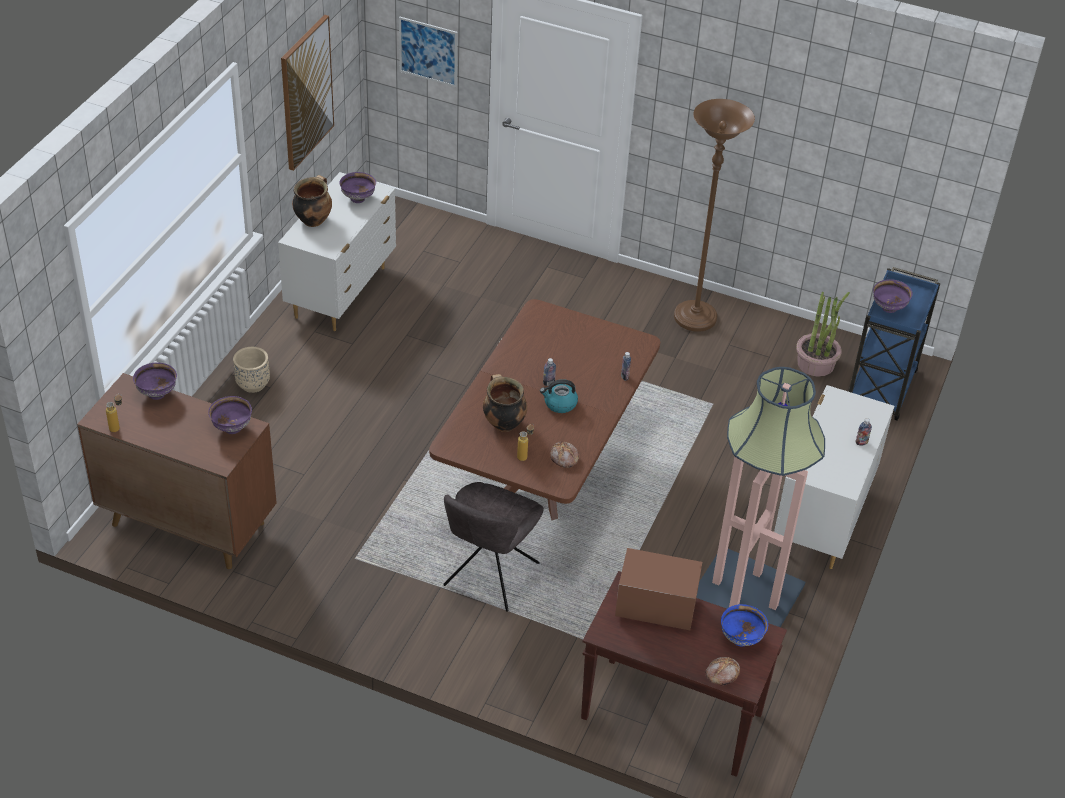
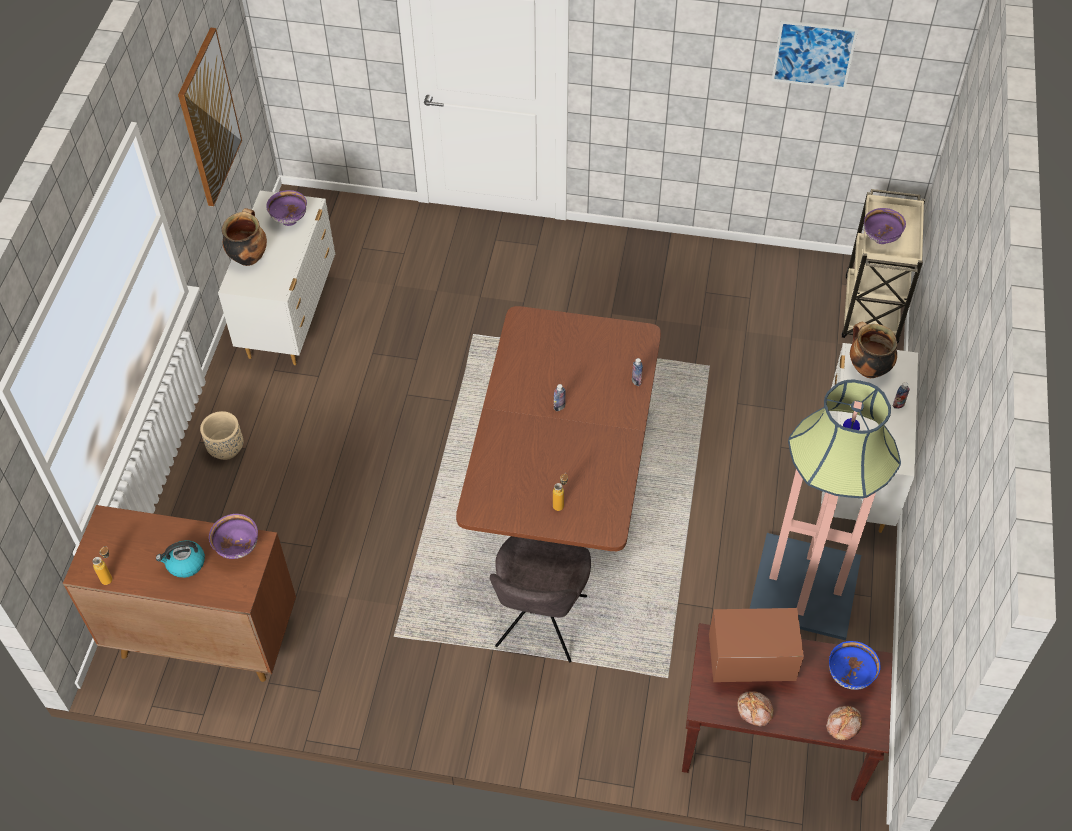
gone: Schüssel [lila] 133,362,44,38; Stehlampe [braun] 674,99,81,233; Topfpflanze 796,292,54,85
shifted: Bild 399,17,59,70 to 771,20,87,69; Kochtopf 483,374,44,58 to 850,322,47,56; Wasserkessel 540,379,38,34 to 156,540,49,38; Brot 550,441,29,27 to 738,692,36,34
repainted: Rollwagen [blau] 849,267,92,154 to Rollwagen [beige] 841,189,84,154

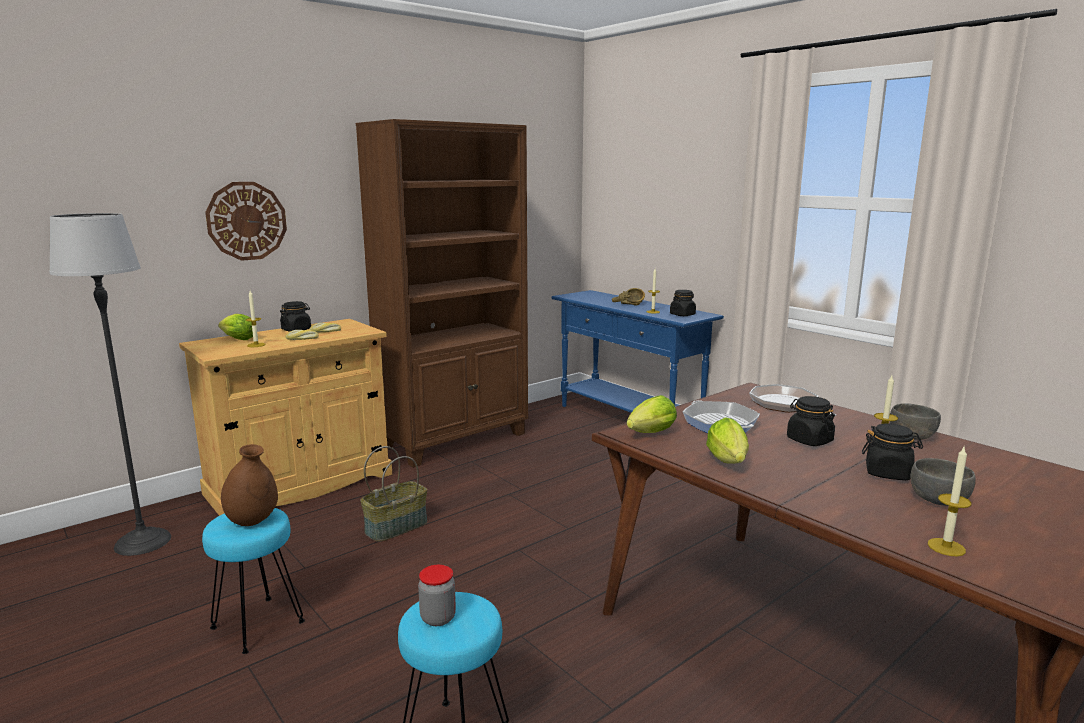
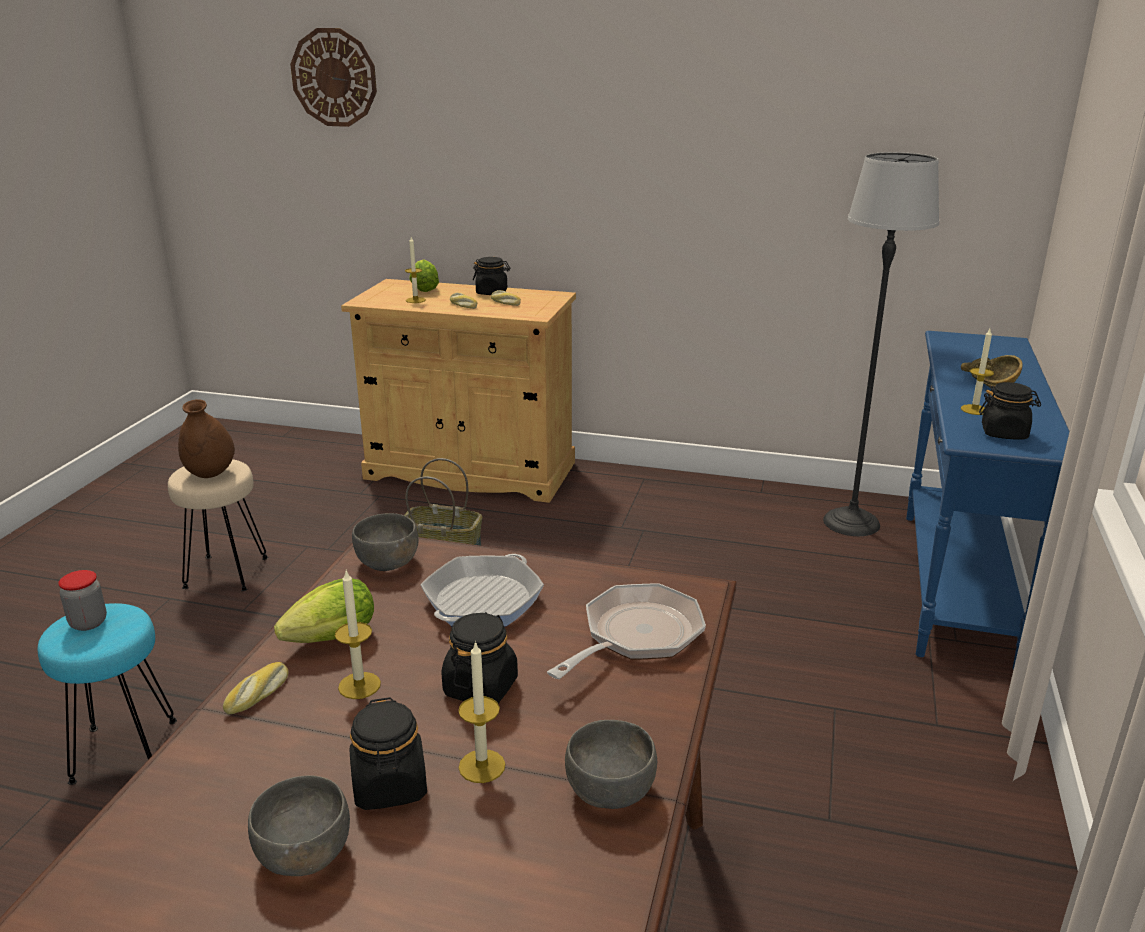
gone: Bücherregal [braun] 356,119,172,349
new: Brot 223,662,66,53
shifted: Stehlampe 49,213,122,343 to 823,152,116,384; Wanduhr 205,182,82,79 to 290,28,87,99; Kerze 928,445,43,111 to 335,571,46,128
swapped: Salatkopf 627,395,50,38 to Schüssel [grau] 352,513,67,58
repainted: Hocker [türkis] 202,508,103,146 to Hocker [beige] 168,459,100,132

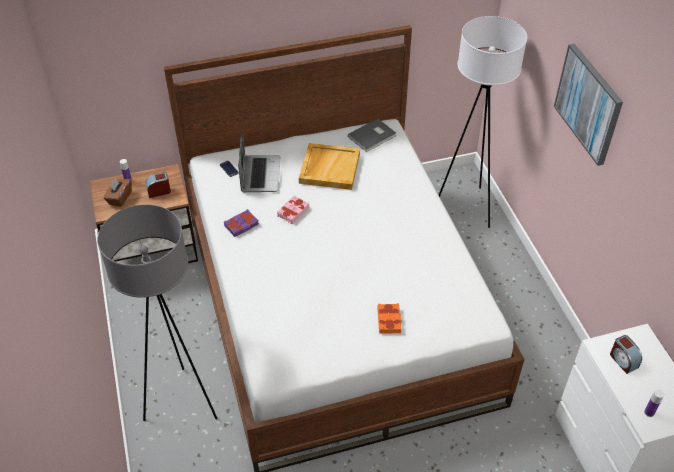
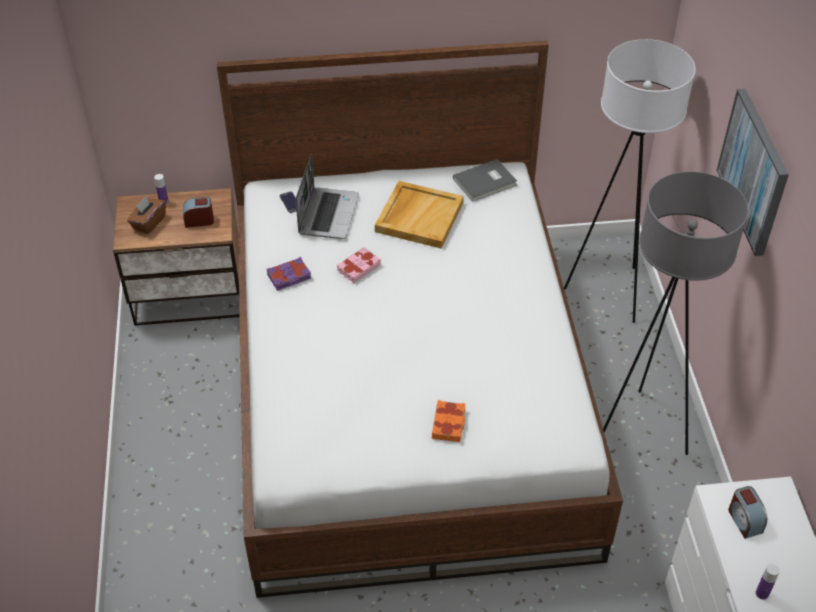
shifted: Stehlampe [grau] 97,204,120,217 to 603,171,145,284

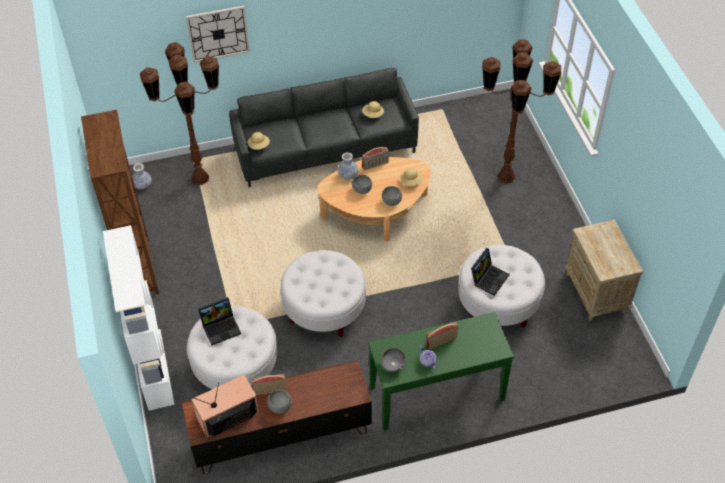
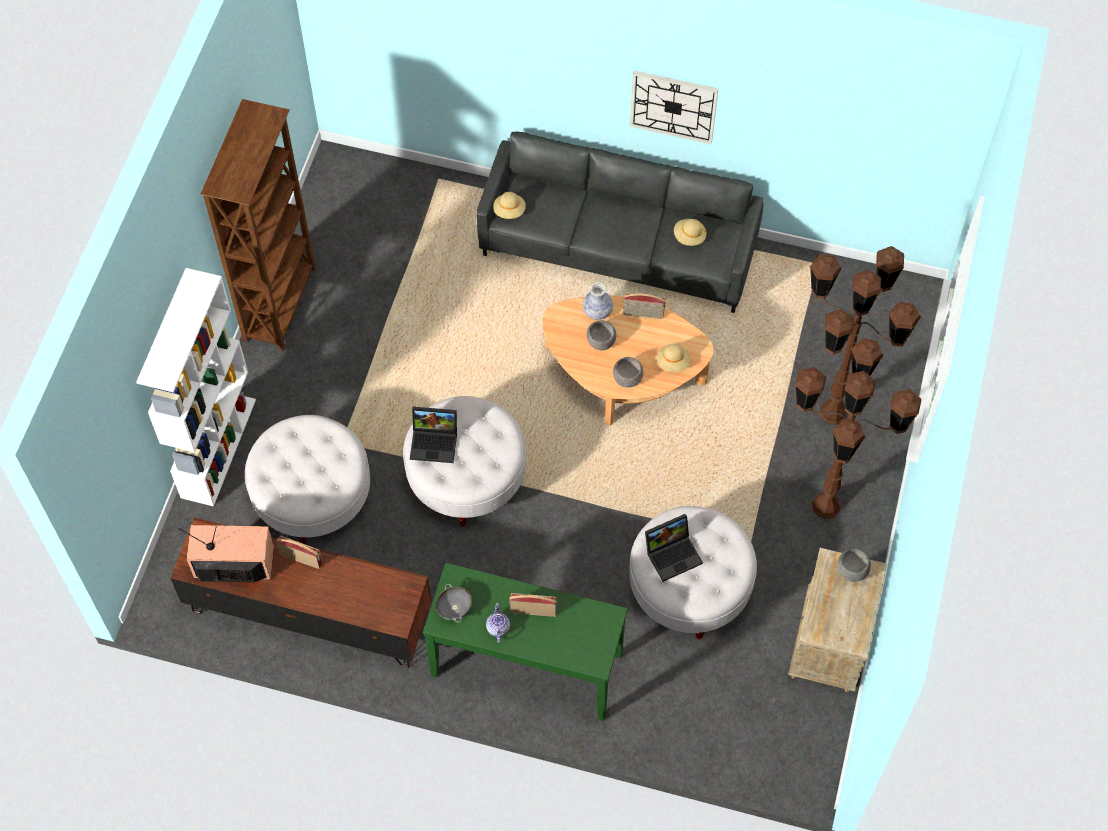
gone: Vase 132,163,20,26
shifted: Stehlampe [braun] 140,42,79,143 to 795,338,126,181; Wanduhr 186,6,64,57 to 630,71,88,73; Laptop 198,297,43,49 to 410,407,47,56; Schüssel [grau] 267,389,25,25 to 837,548,34,34

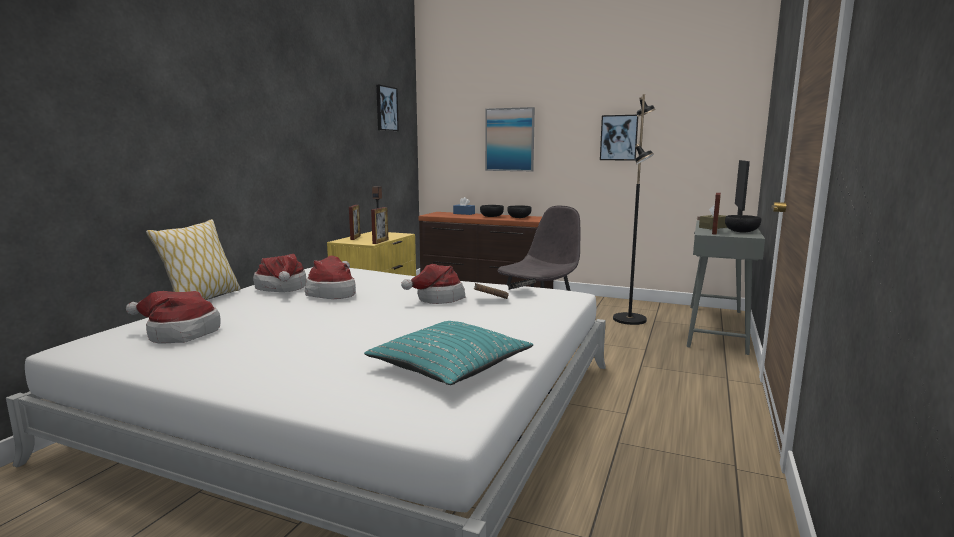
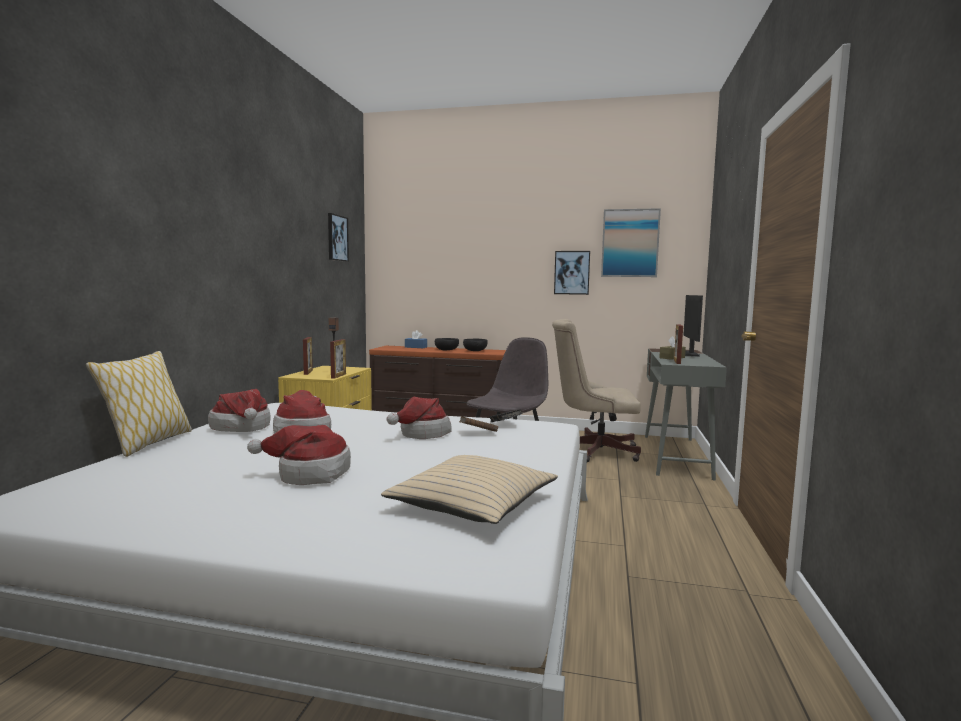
gone: Schüssel [schwarz] 725,215,36,18
shifted: Hut 126,291,95,53 to 247,425,104,60; Bild 485,107,50,64 to 601,208,60,69
swapped: Stehlampe [schwarz] 613,94,42,231 to Bürostuhl [beige] 552,319,89,143
repainted: Kissen [türkis] 364,321,169,64 to Kissen [beige] 381,455,177,69

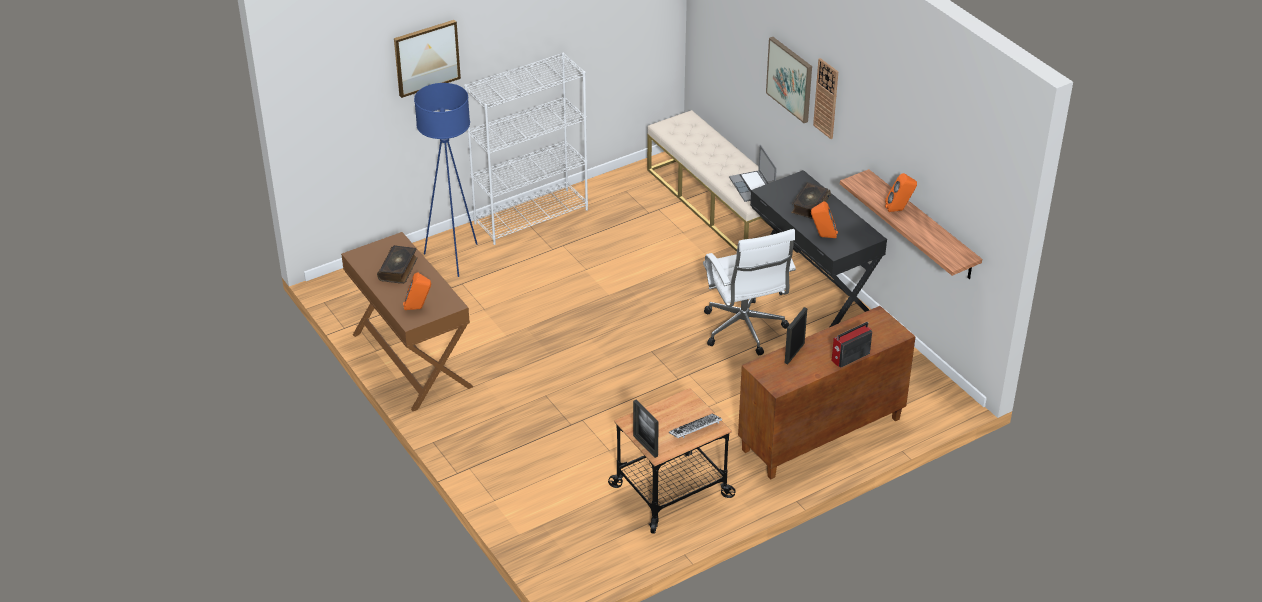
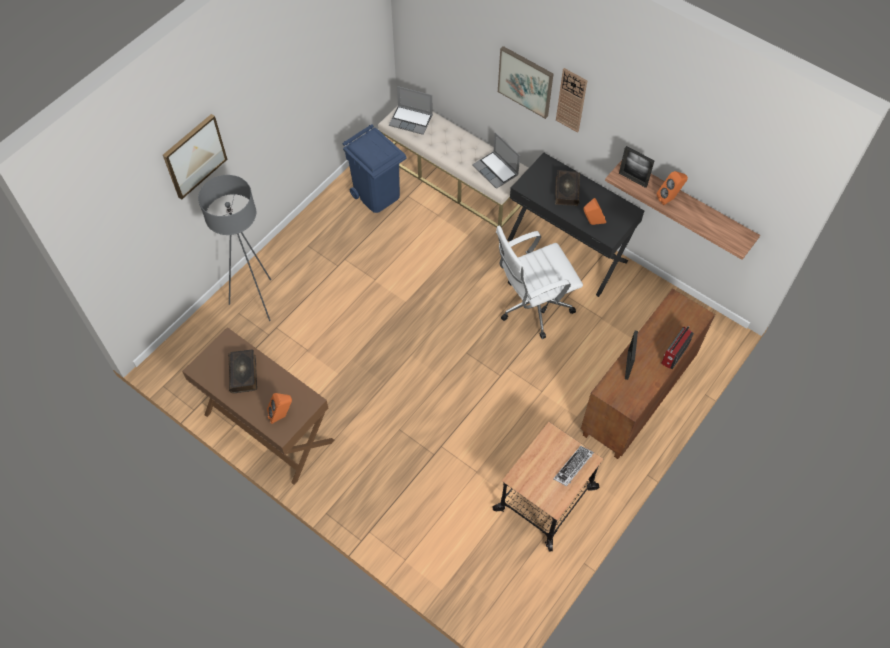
gone: Bücherregal [weiß] 464,53,124,192
new: Mülleimer [blau] 342,124,65,89; Laptop 389,86,44,49
shifted: Bilderrahmen 633,399,26,59 to 619,146,35,42
repainted: Stehlampe [blau] 414,83,63,194 to Stehlampe [grau] 198,175,73,146
rotated: Bürostuhl [weiß] 703,229,93,127 = 496,225,87,114 105 degrees clockwise

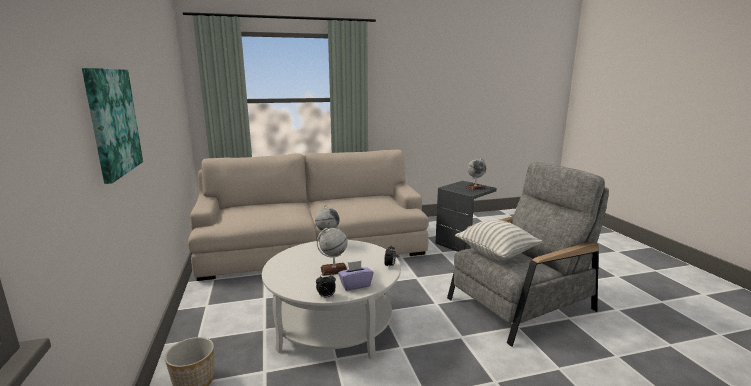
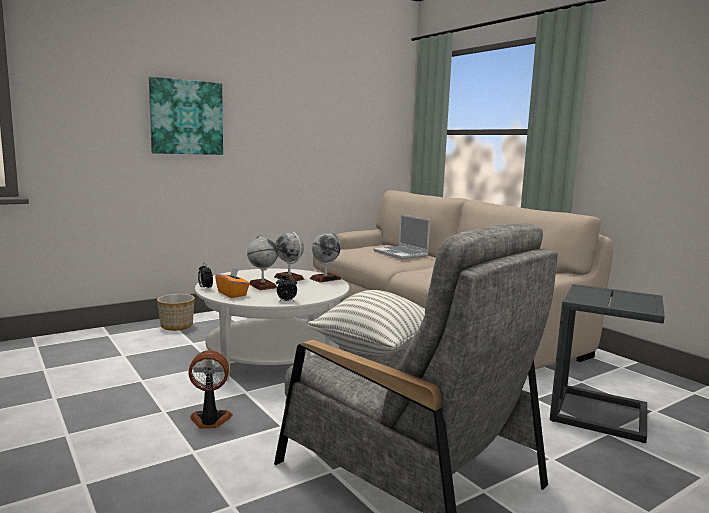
new: Ventilator 189,350,44,79; Laptop 373,214,57,45
shifted: Globus 465,158,21,33 to 274,232,30,49
repainted: Taschentuchbox [lila] 338,261,35,30 to Taschentuchbox [orange] 215,267,35,31

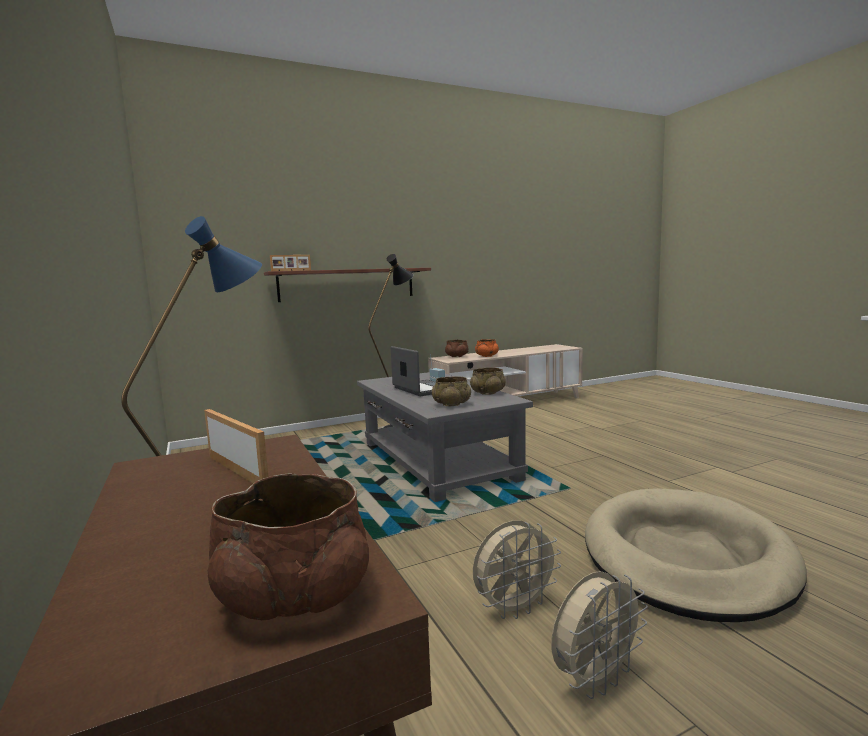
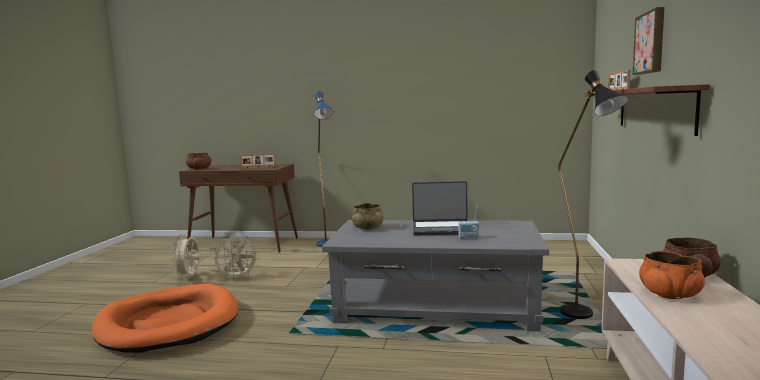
gone: Schüssel [beige] 470,367,36,28
new: Bild 632,7,32,68
repainted: Hundebett [beige] 585,488,222,134 to Hundebett [orange] 92,283,146,70
rotated: Ventilator [beige] 473,521,88,98 = 212,235,47,46 120 degrees counterclockwise

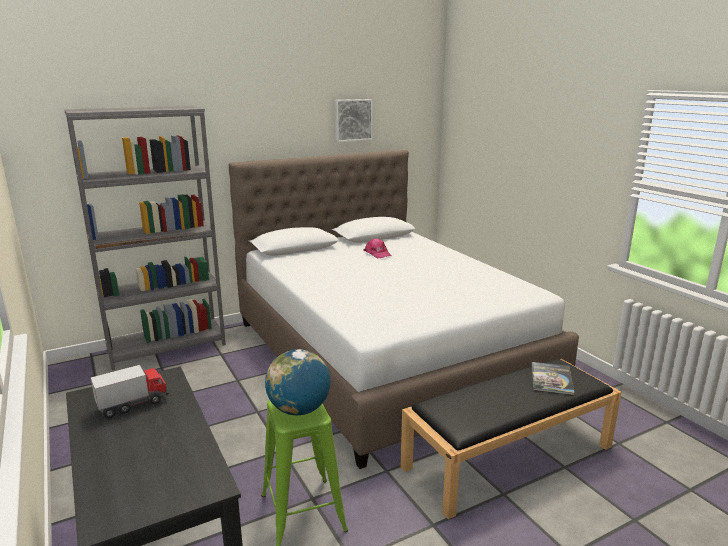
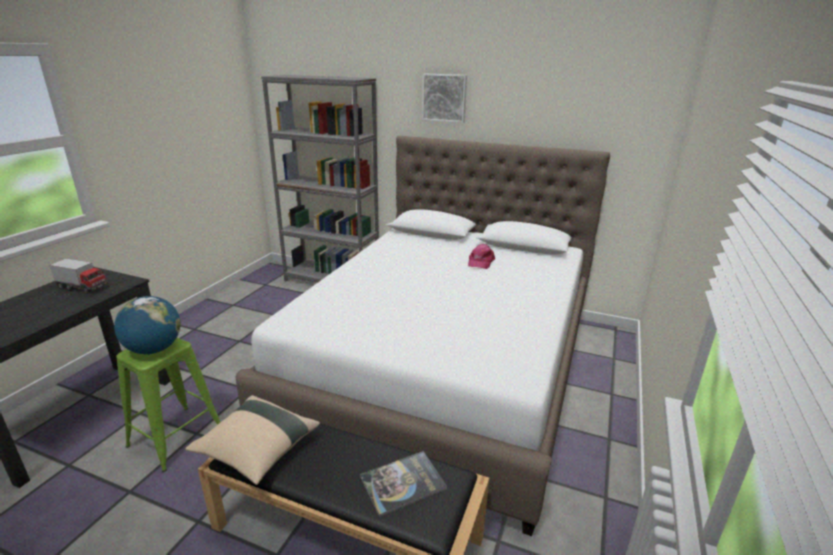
new: Kissen [beige] 185,395,135,90
shifted: Bild 335,99,38,43 to 422,74,45,49

